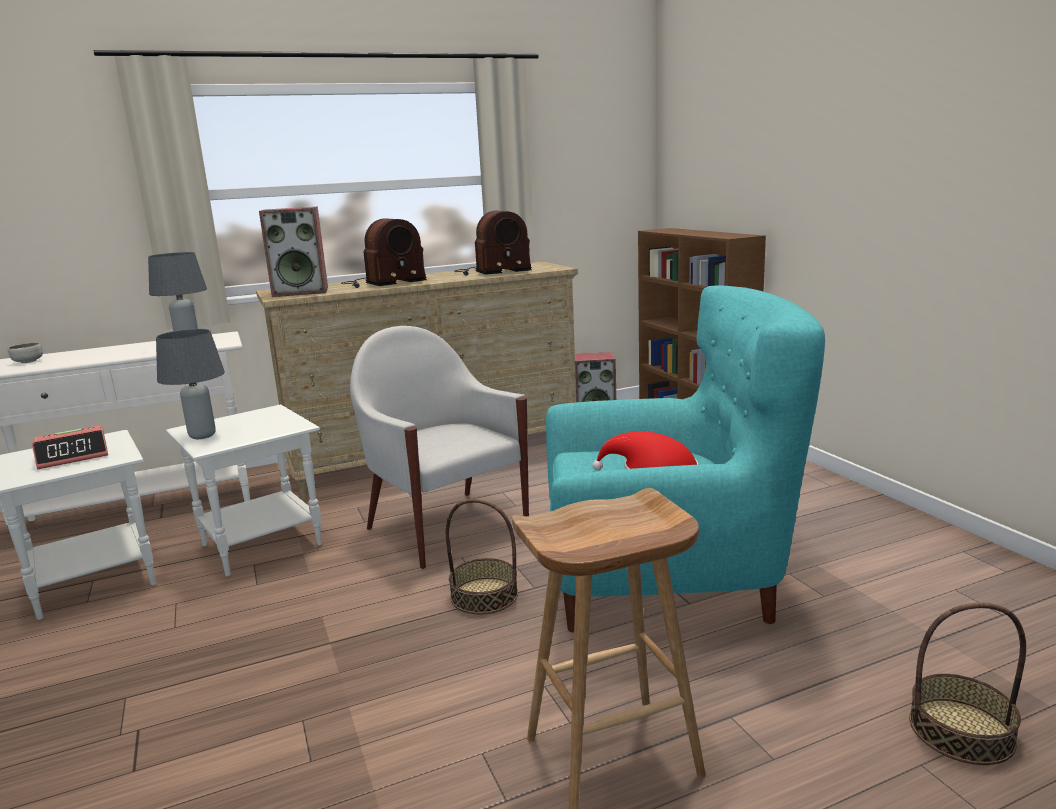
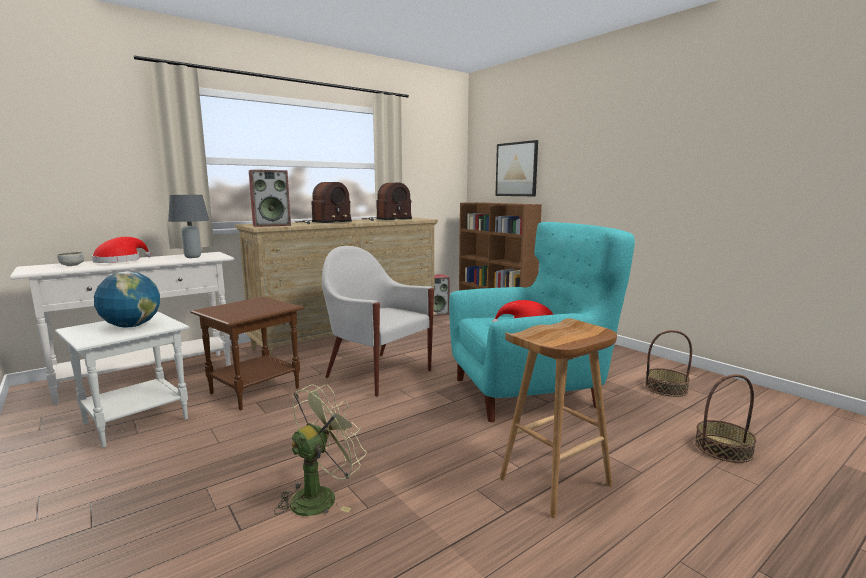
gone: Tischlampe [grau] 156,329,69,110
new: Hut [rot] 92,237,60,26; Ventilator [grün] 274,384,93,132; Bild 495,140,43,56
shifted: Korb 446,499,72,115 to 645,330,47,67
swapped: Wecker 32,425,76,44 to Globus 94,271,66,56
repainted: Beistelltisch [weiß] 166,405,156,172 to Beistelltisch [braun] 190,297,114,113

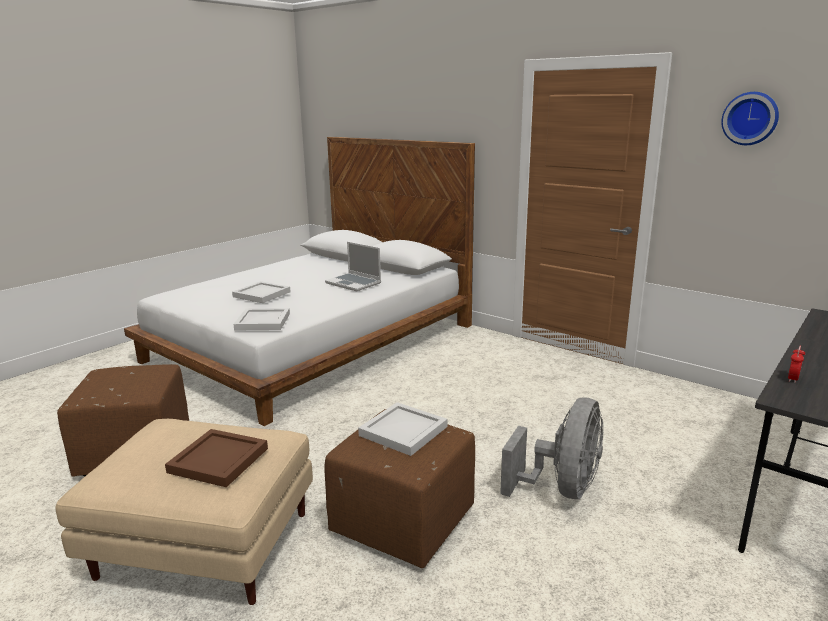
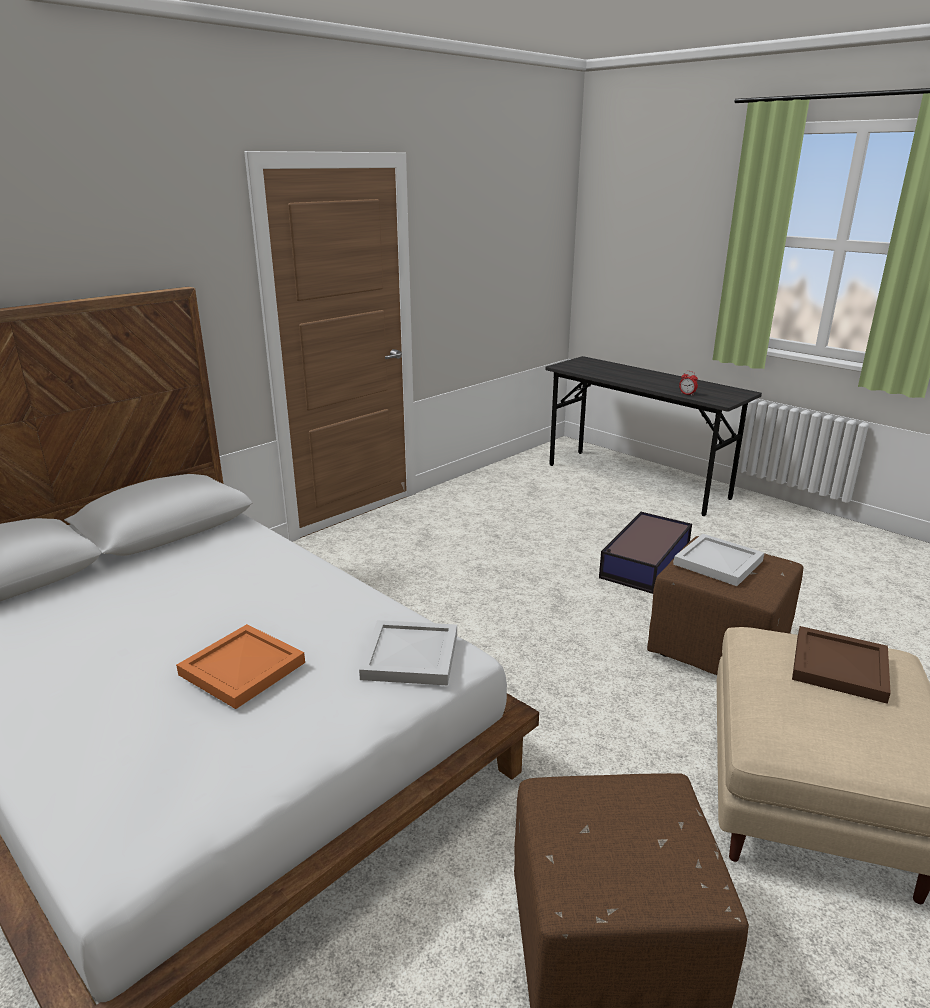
gone: Laptop 325,242,56,50; Wanduhr 721,92,58,53
swapped: Ventilator [grau] 500,397,103,102 to Aufbewahrungsbox 599,512,93,82
repainted: Tablett [weiß] 232,281,59,22 to Tablett [orange] 176,624,129,85

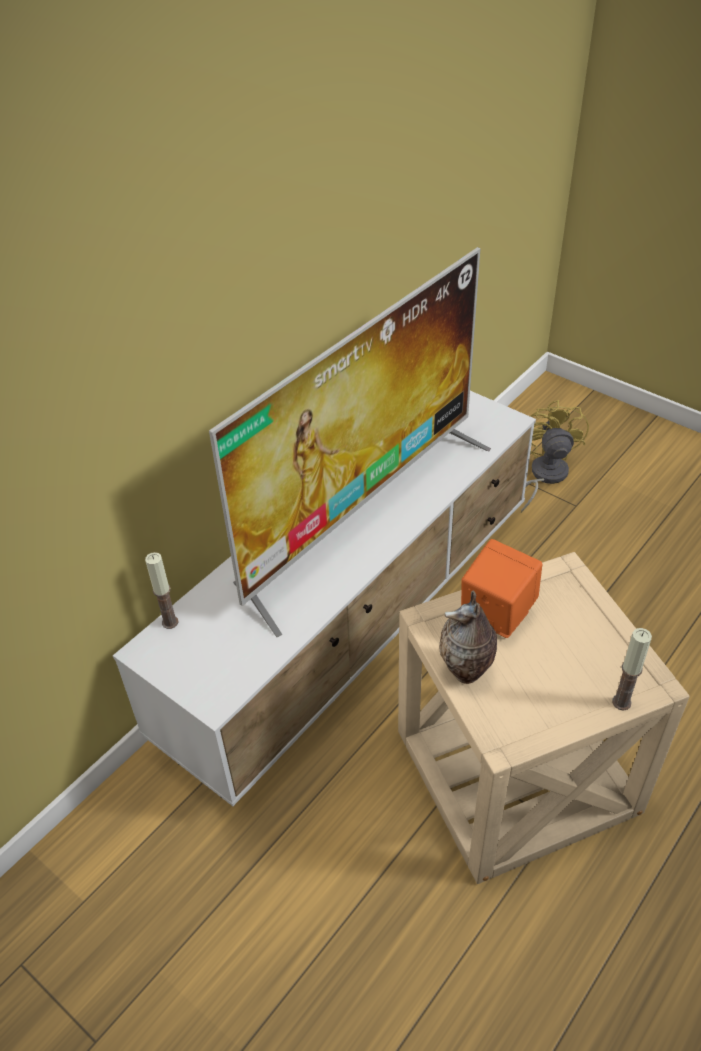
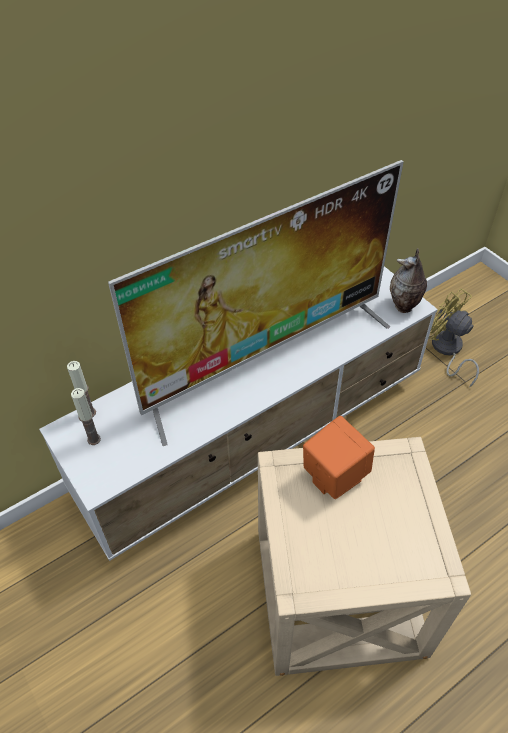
shifted: Vase 440,591,57,93 to 390,248,37,65; Kerze 612,628,40,83 to 71,388,30,57
rotated: Ventilator [gelb] 521,400,68,113 = 429,288,50,99 60 degrees counterclockwise

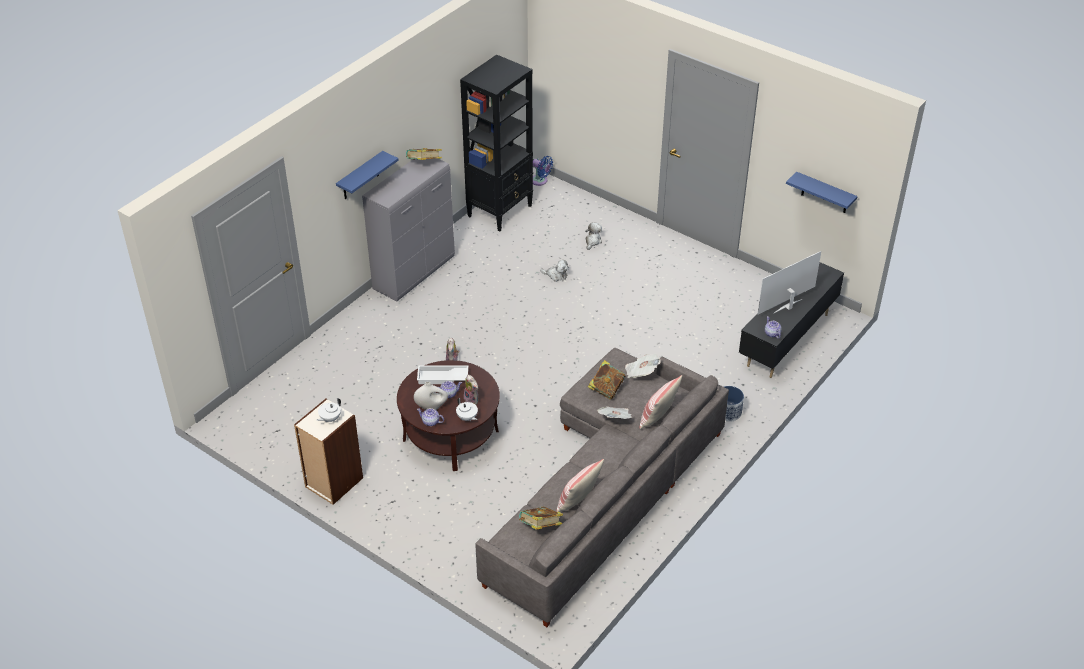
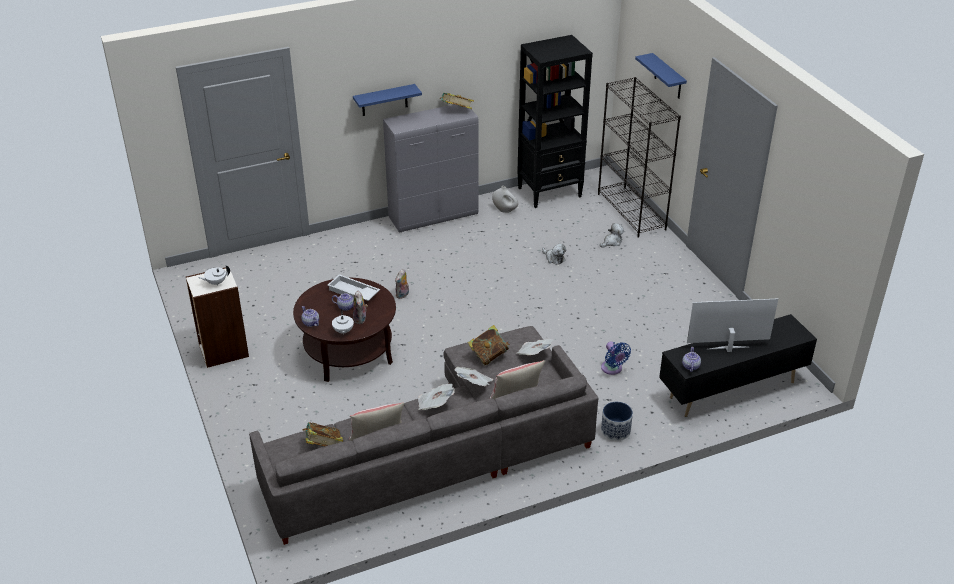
new: Zeitung 418,384,37,26; Bücherregal [schwarz] 598,77,83,161
shifted: Vase [weiß] 414,382,34,28 to 492,186,26,27; Ventilator [blau] 533,156,20,30 to 601,341,30,34; Wandregal [blau] 786,172,72,41 to 635,53,52,46

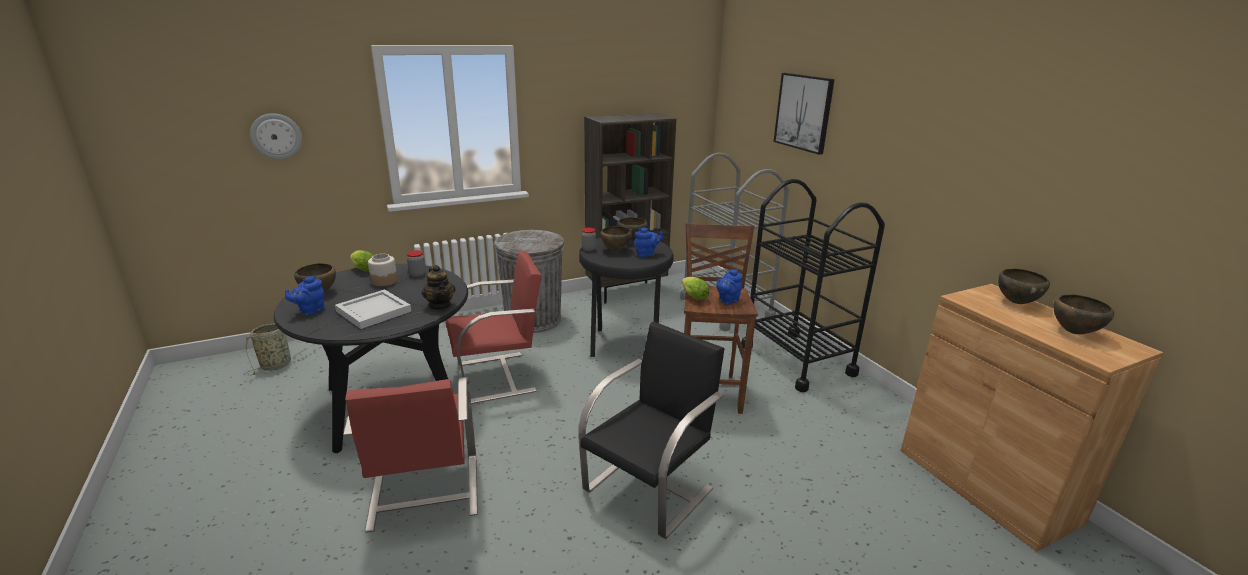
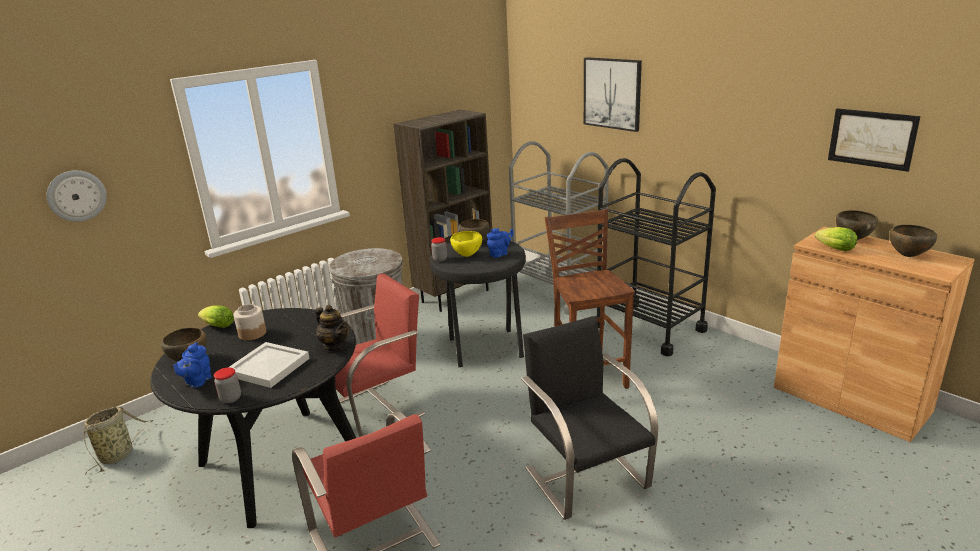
gone: Teekanne [blau] 716,269,27,36
new: Bild 828,108,93,64
shifted: Vorratsglas 407,250,19,27 to 214,367,27,36; Salatkopf 681,277,28,23 to 815,227,42,24
repainted: Schüssel [braun] 600,226,32,25 to Schüssel [gelb] 450,231,32,26
rotated: Stuhl [schwarz] 578,322,147,217 = 521,316,138,204 45 degrees counterclockwise

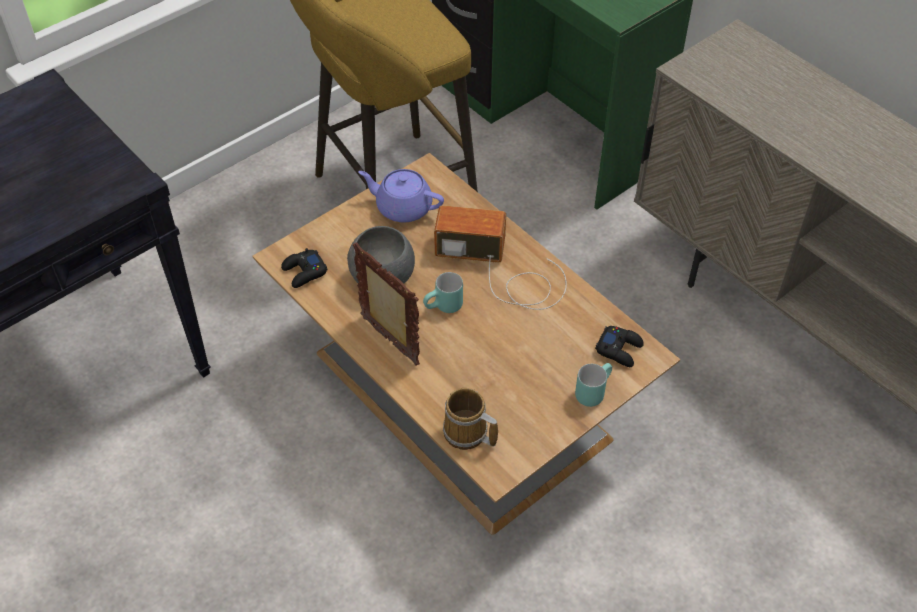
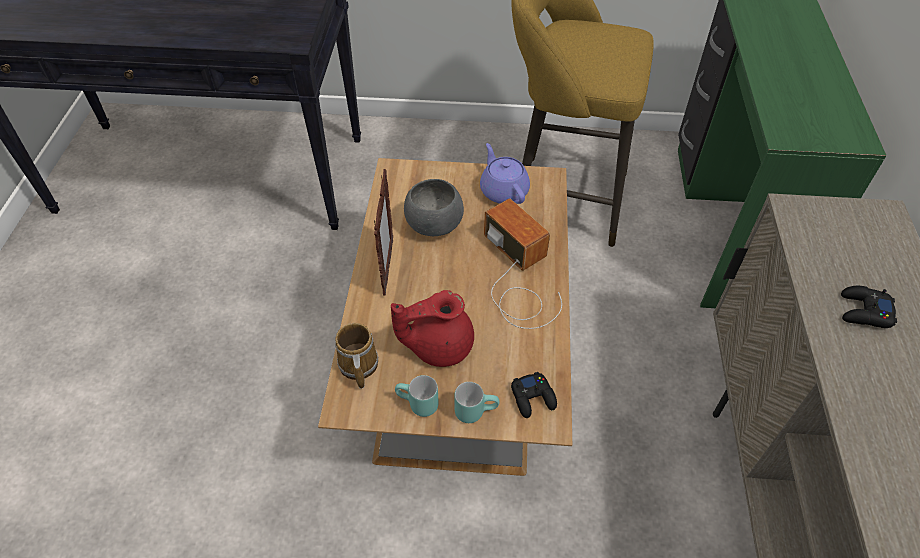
new: Teekanne [rot] 391,290,83,77
shifted: Gamepad [schwarz] 281,248,47,40 to 841,286,56,42; Henkelbecher [türkis] 423,272,40,41 to 395,375,44,42

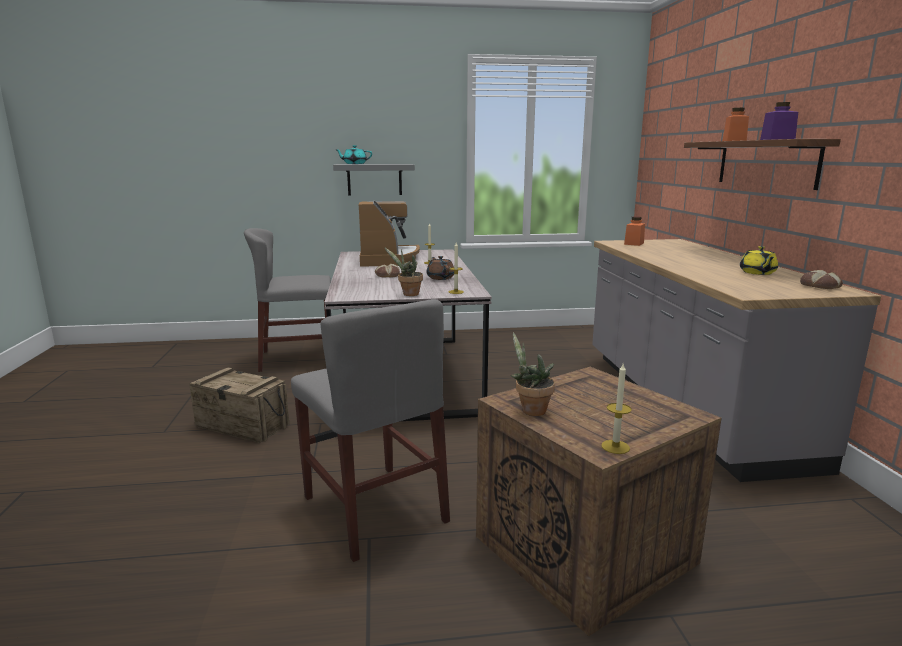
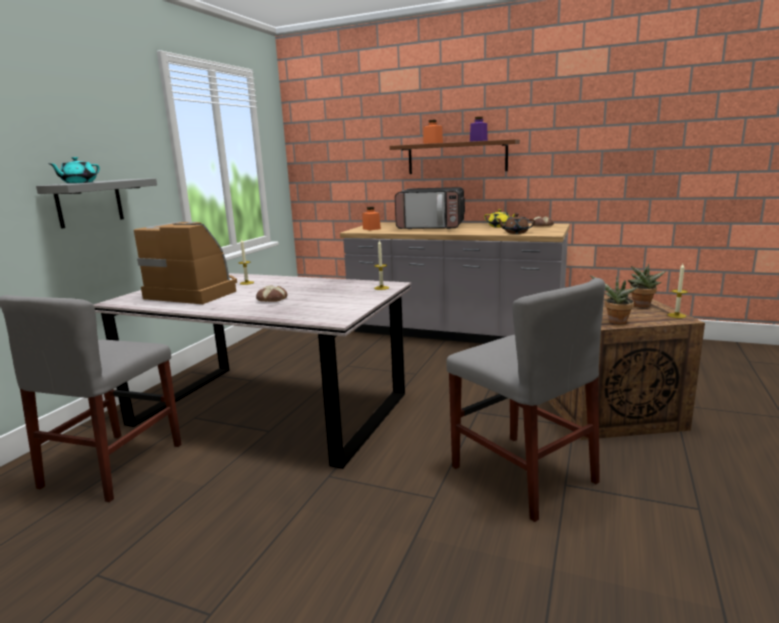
gone: Kiste 190,367,99,76
new: Mikrowelle 395,187,70,42
shifted: Topfpflanze 384,247,39,49 to 628,263,38,44; Teekanne [braun] 427,256,27,24 to 496,214,39,20
rotated: Stuhl [grau] 291,299,159,263 = 446,278,159,244 60 degrees clockwise

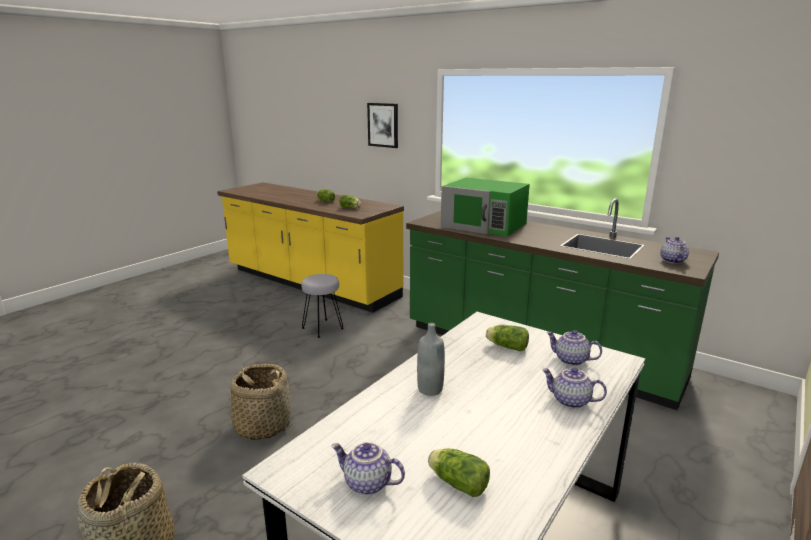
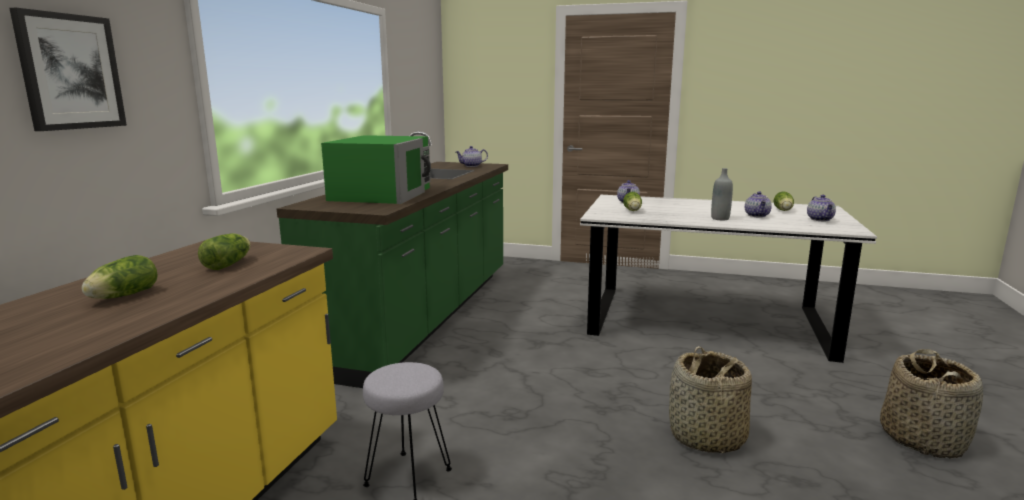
shifted: Teekanne 542,367,65,42 to 745,191,27,27

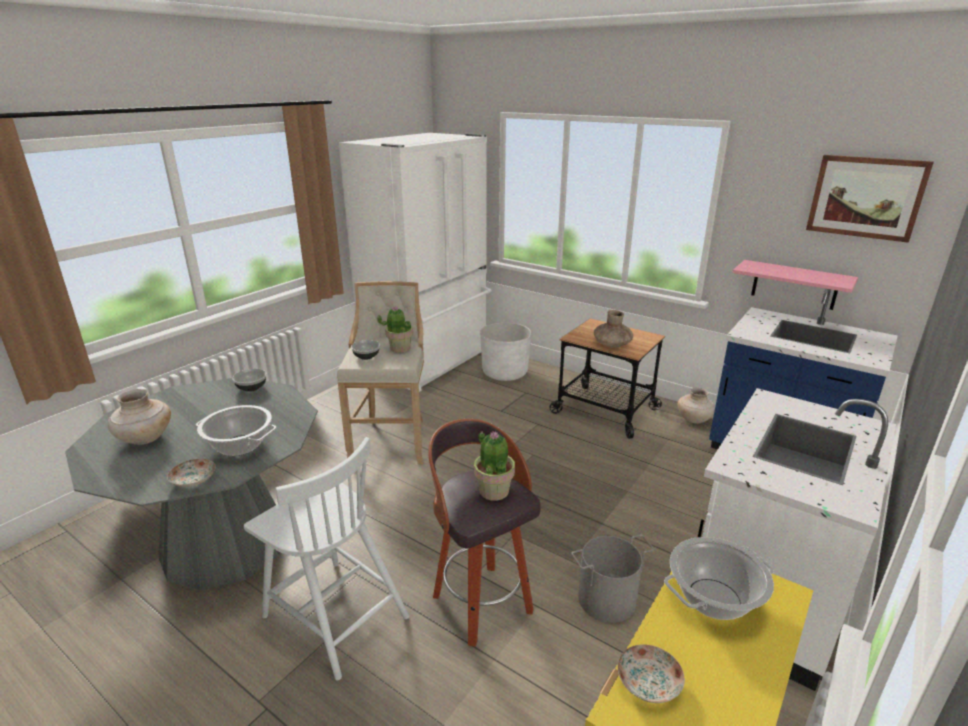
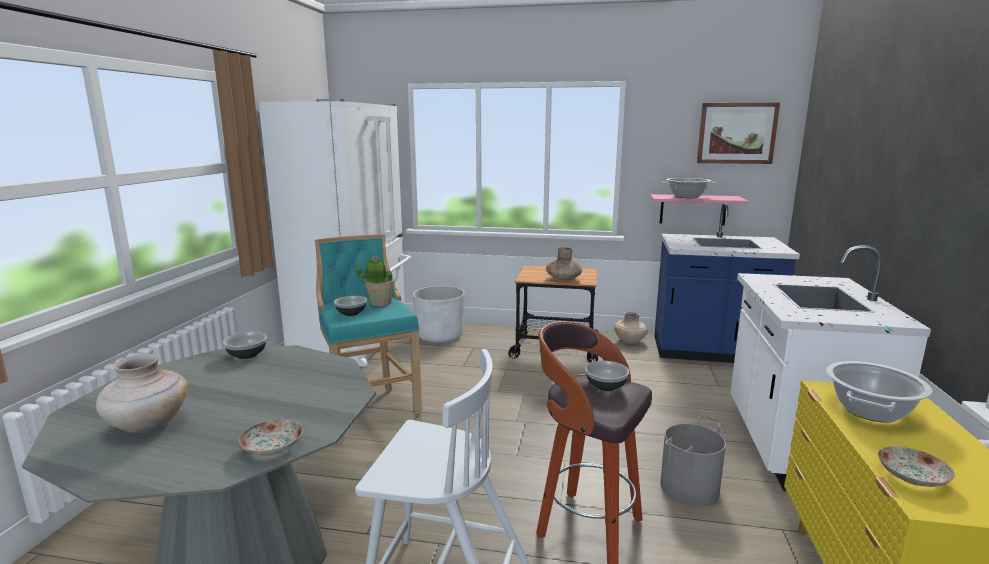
shifted: Kochtopf 196,405,81,51 to 662,178,53,20
swapped: Topfpflanze 474,431,41,70 to Schüssel 585,361,44,30
repainted: Hocker [beige] 337,281,87,183 to Hocker [türkis] 315,234,107,211

